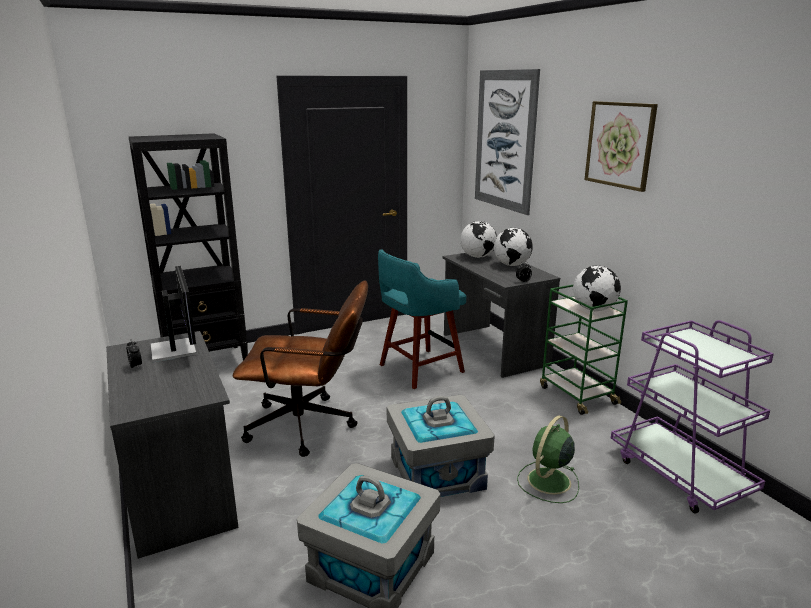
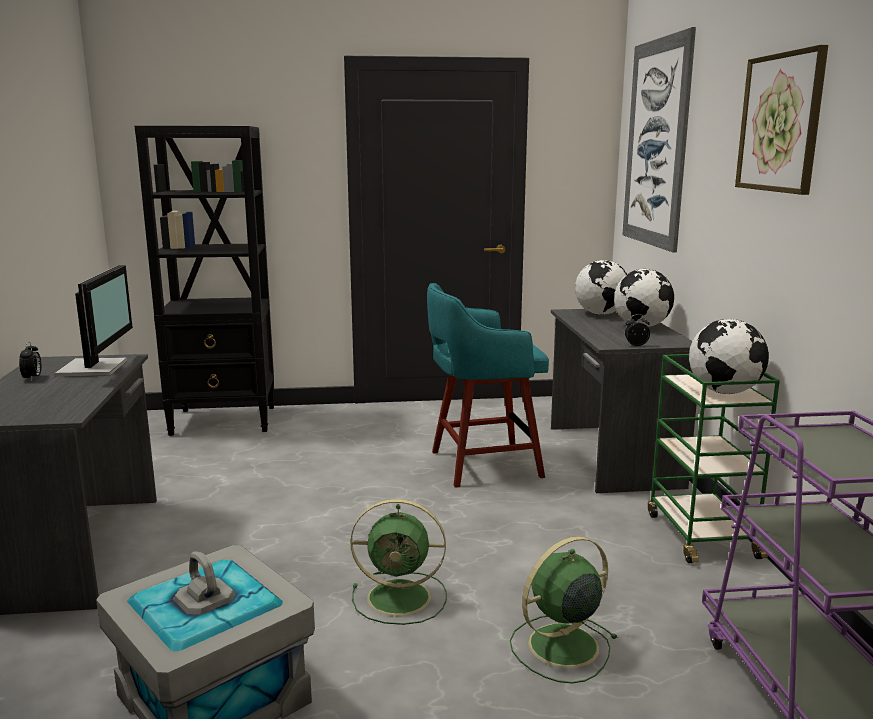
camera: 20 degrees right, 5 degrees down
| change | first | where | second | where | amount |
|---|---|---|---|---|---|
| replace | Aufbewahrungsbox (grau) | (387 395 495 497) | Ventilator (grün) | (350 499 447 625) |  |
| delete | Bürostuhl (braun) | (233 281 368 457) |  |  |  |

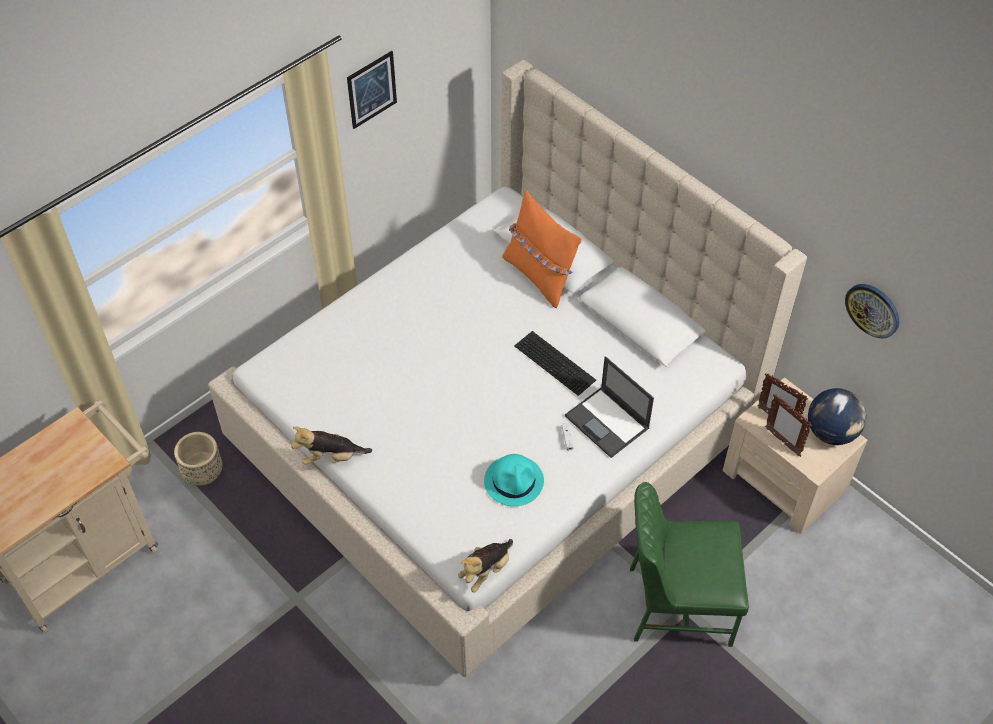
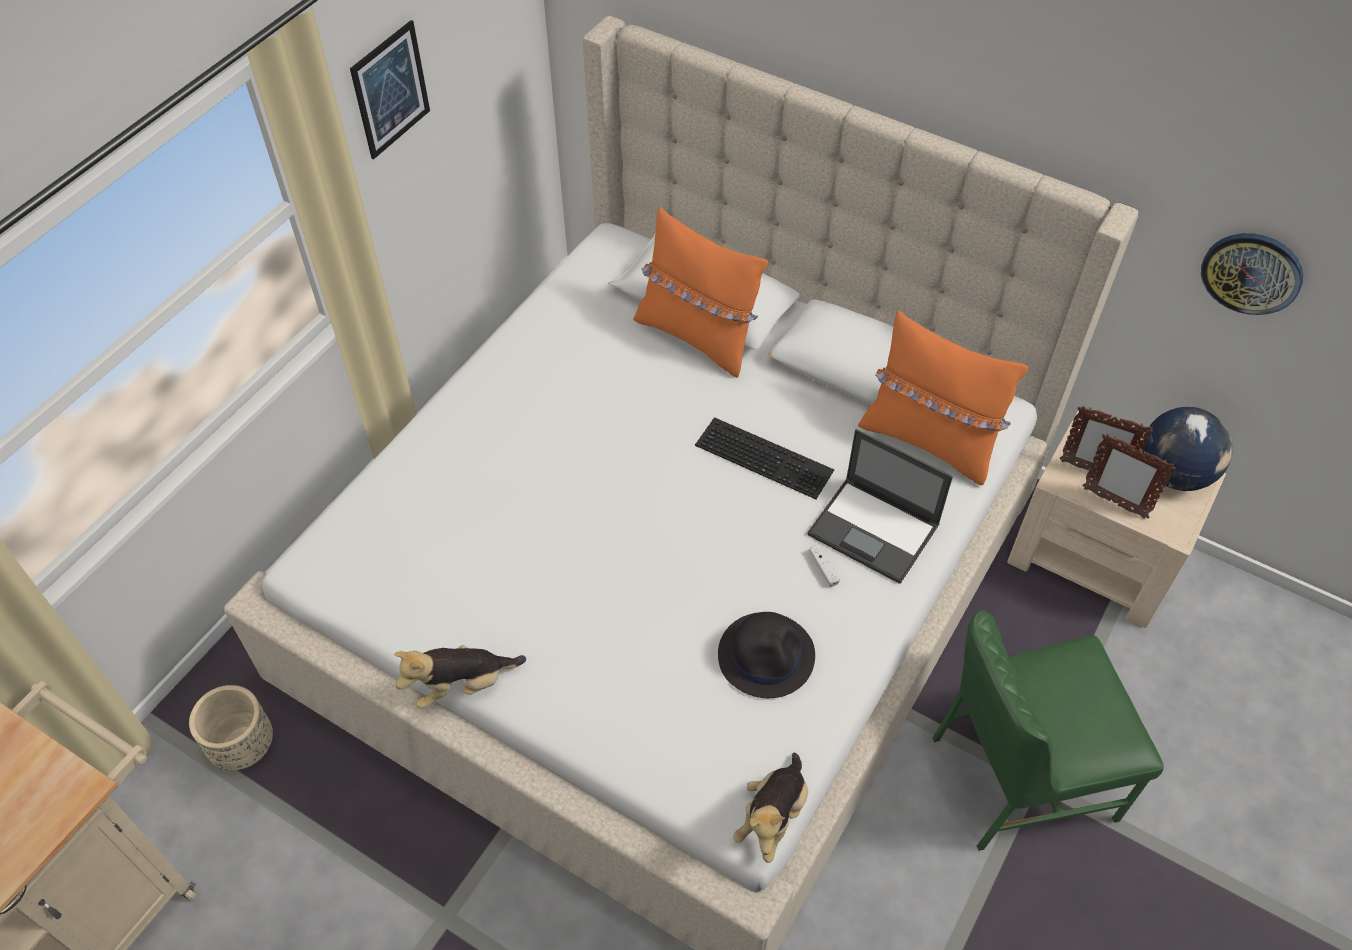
camera: 15 degrees left, 0 degrees up
| change | first | where | second | where | amount |
|---|---|---|---|---|---|
| recolor | Hut (türkis) | (484 454 544 506) | Hut (schwarz) | (718 612 815 698) |  |
| insert |  |  | Kissen (orange) | (858 310 1028 485) |  |

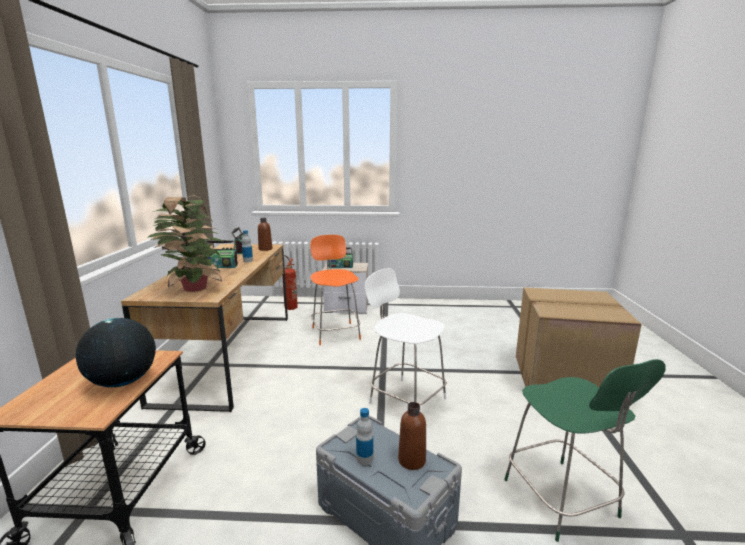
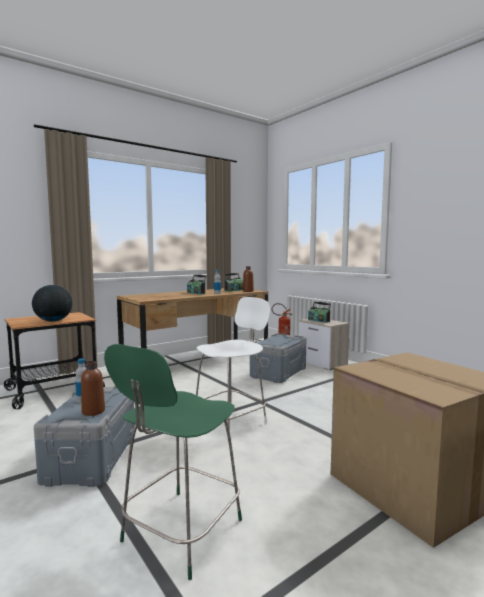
camera: 50 degrees right, 10 degrees down
| change | first | where | second | where | amount |
|---|---|---|---|---|---|
| rotate | Stuhl (weiß) | (365 268 447 405) |  | (196 297 271 441) | 45 degrees clockwise |
| replace | Stuhl (orange) | (310 235 361 345) | Aufbewahrungsbox (grau) | (250 333 306 383) |  |
| delete | Topfpflanze | (147 195 224 292) |  |  |  |

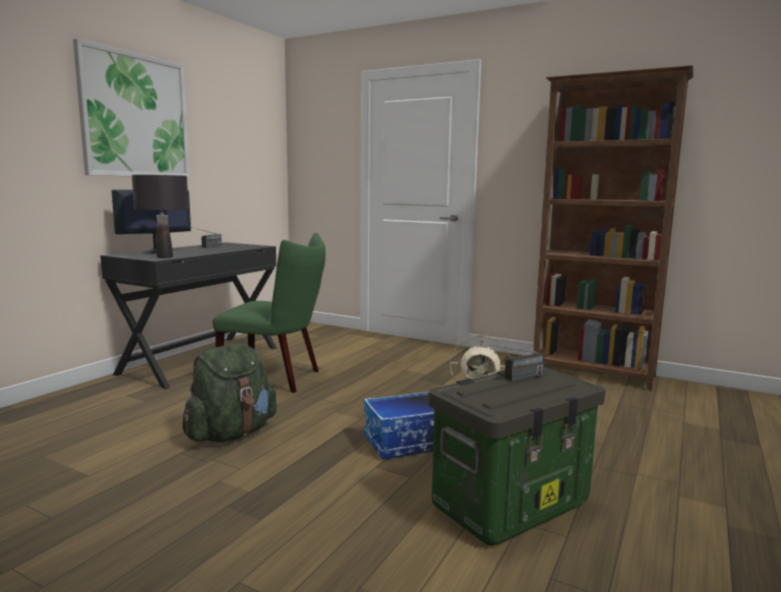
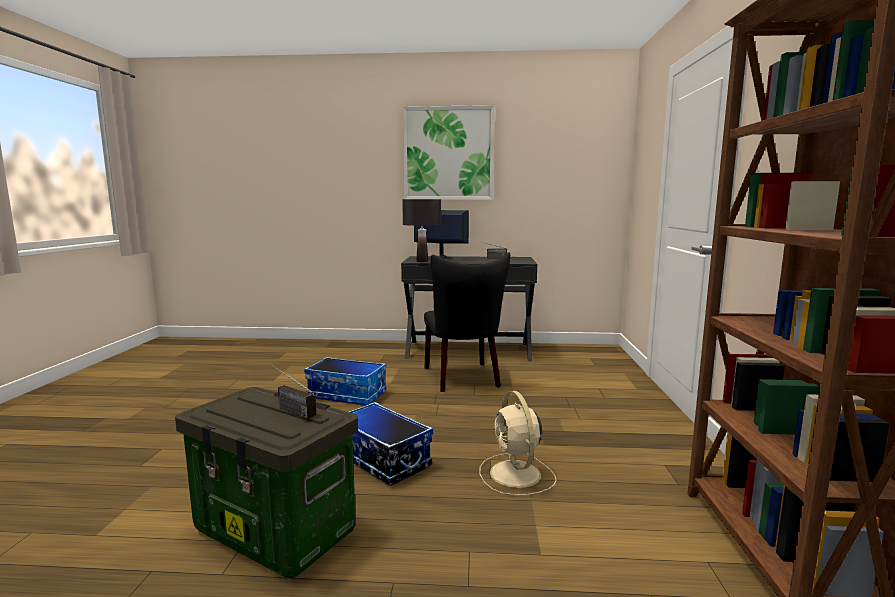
camera: 65 degrees right, 0 degrees up
| change | first | where | second | where | amount |
|---|---|---|---|---|---|
| replace | Rucksack (grün) | (182 344 277 442) | Aufbewahrungsbox | (304 357 386 406) |  |
| recolor | Stuhl (grün) | (213 233 326 393) | Stuhl (schwarz) | (424 252 510 392) |  |

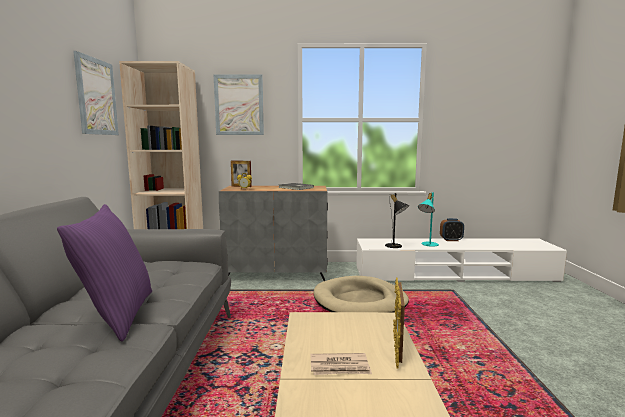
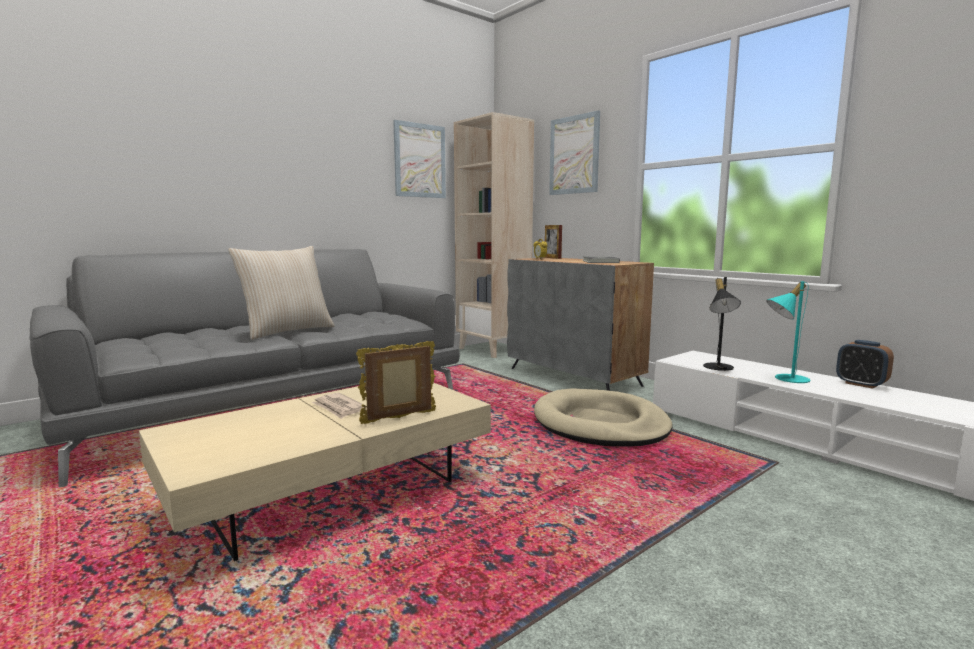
camera: 50 degrees right, 0 degrees up
| change | first | where | second | where | amount |
|---|---|---|---|---|---|
| recolor | Kissen (lila) | (57 204 152 342) | Kissen (beige) | (228 246 335 340) |  |

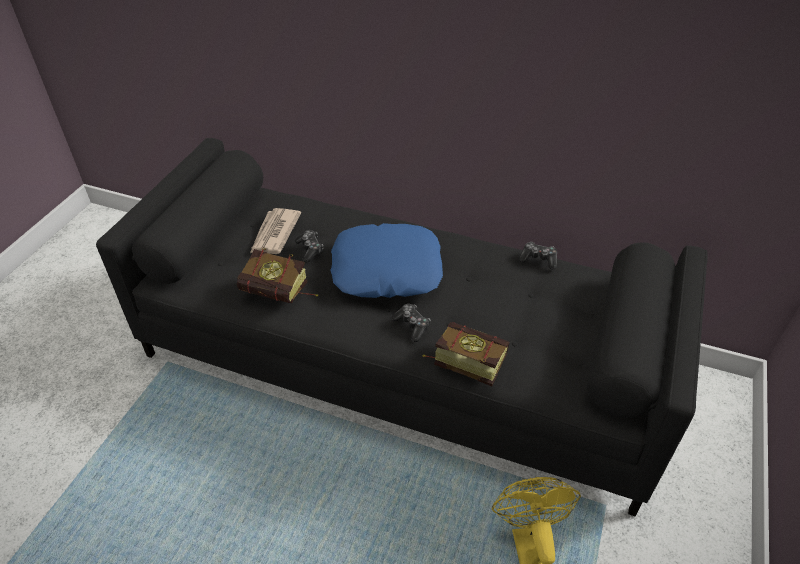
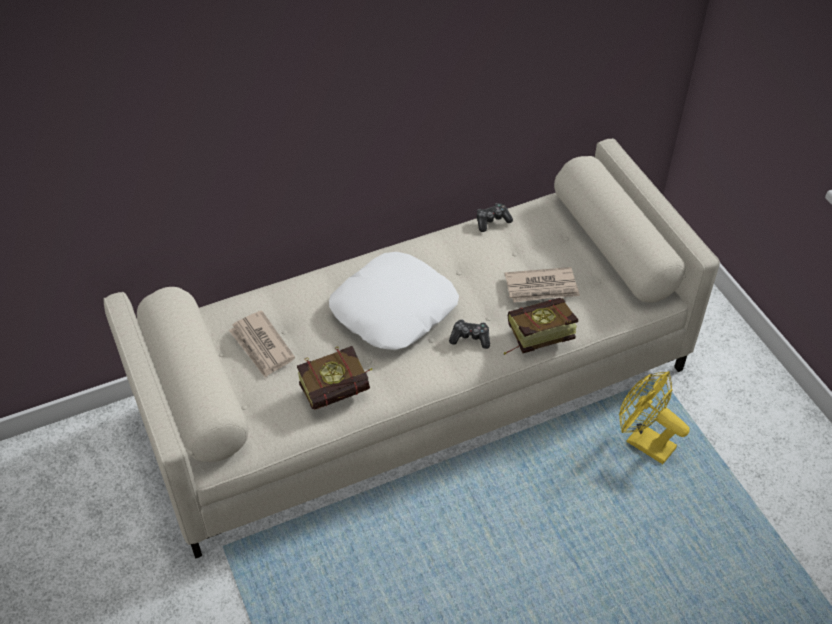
camera: 45 degrees left, 5 degrees up
| change | first | where | second | where | amount |
|---|---|---|---|---|---|
| recolor | Sofa (schwarz) | (96 138 708 516) | Sofa (beige) | (104 138 720 558) |  |
| recolor | Kissen (blau) | (330 223 443 298) | Kissen (weiß) | (329 252 459 350) |  |
| insert |  |  | Zeitung | (505 267 580 303) |  |
| delete | Gamepad | (295 230 323 262) |  |  |  |

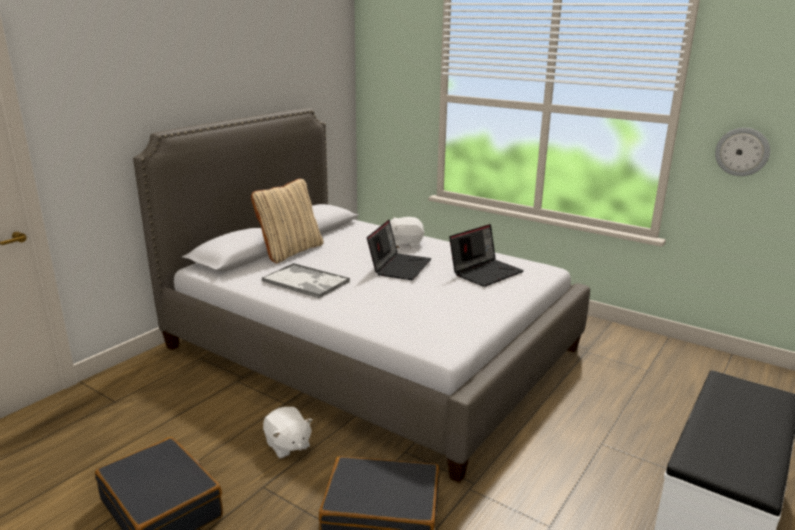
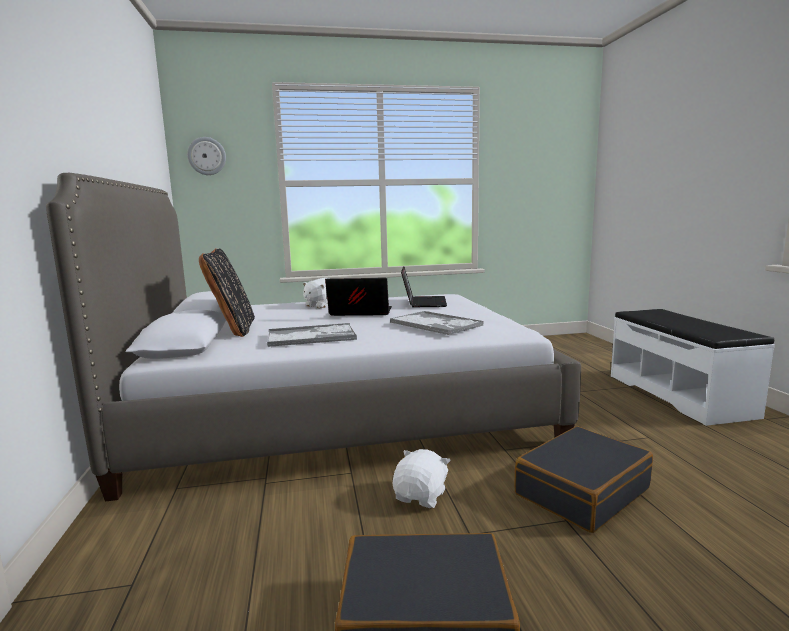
camera: 45 degrees left, 10 degrees down
| change | first | where | second | where | amount |
|---|---|---|---|---|---|
| move | Wanduhr | (715 128 770 176) |  | (187 137 226 175) |  |
| recolor | Kissen (beige) | (251 178 324 263) | Kissen (schwarz) | (199 248 255 337) |  |
| rotate | Laptop | (367 220 431 280) |  | (325 278 392 316) | 60 degrees counterclockwise |
| insert |  |  | Tablett | (390 311 484 335) |  |
| rotate | Plüschtier (weiß) | (263 407 313 459) |  | (393 449 451 508) | 75 degrees counterclockwise |

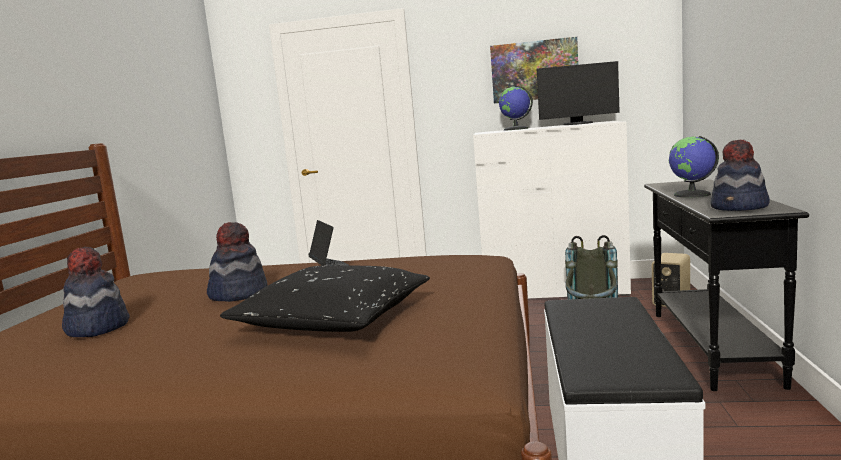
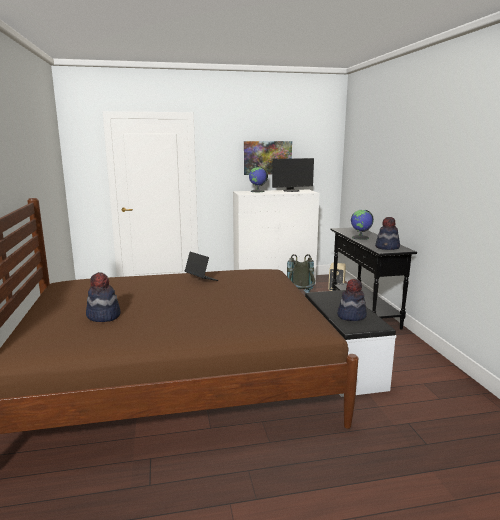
camera: 20 degrees left, 5 degrees up
| change | first | where | second | where | amount |
|---|---|---|---|---|---|
| move | Hut | (207 222 268 302) |  | (337 279 367 321) |  |
| delete | Kissen (schwarz) | (220 265 430 332) |  |  |  |

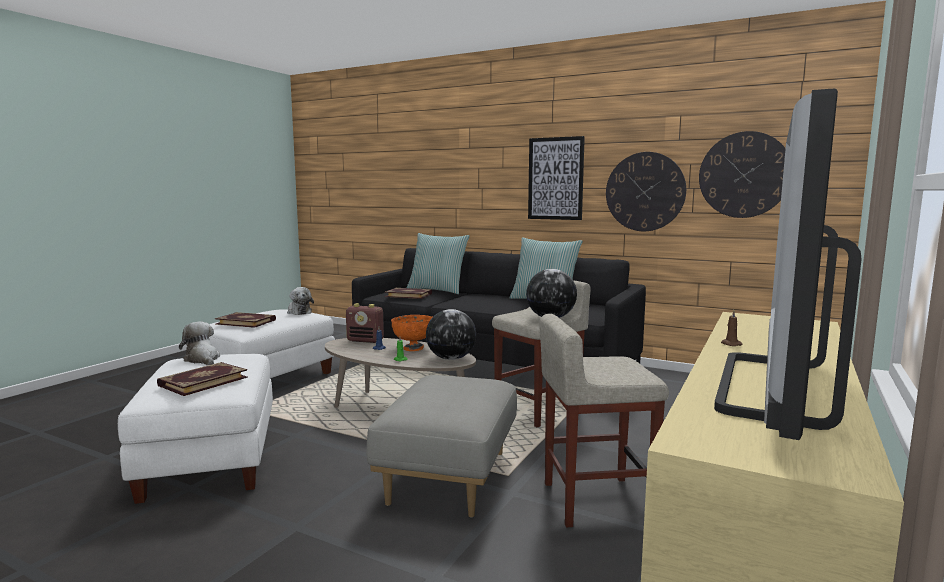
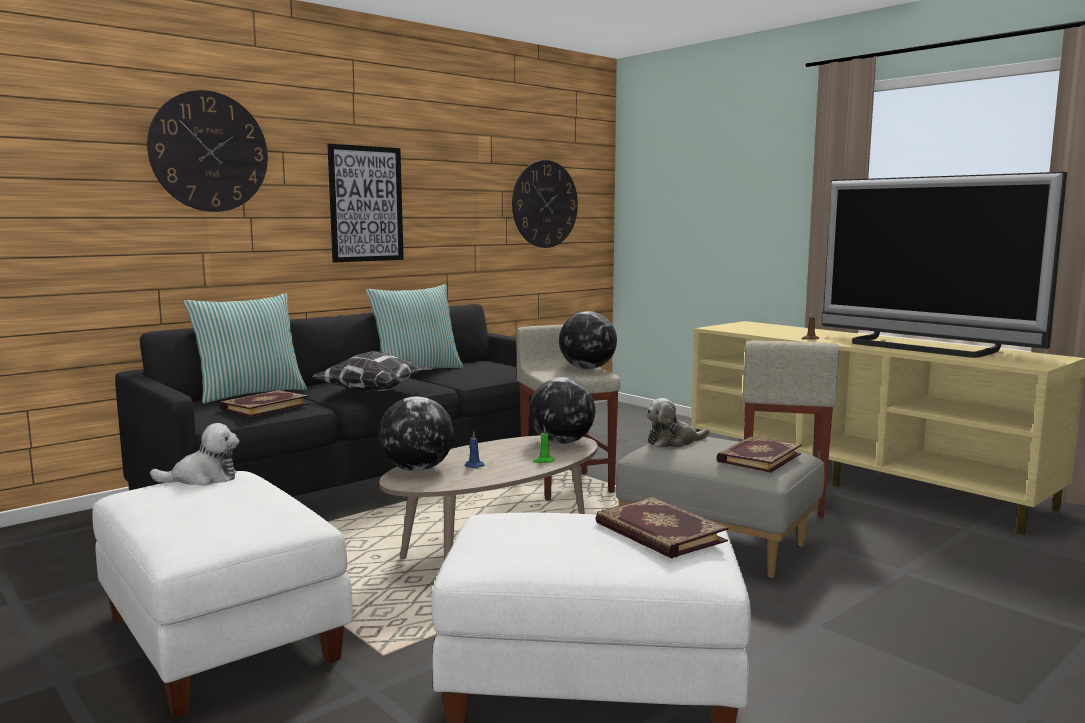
camera: 70 degrees left, 0 degrees up
| change | first | where | second | where | amount |
|---|---|---|---|---|---|
| move | Wanduhr | (606 152 686 231) |  | (147 90 268 212) |  |
| insert |  |  | Kissen | (312 351 435 393) |  |
| replace | Radio | (346 303 384 343) | Globus | (378 396 454 471) |  |
| move | Plüschtier | (179 321 220 365) |  | (646 398 710 448) |  |
| move | Buch | (215 312 276 328) |  | (716 436 802 473) |  |
| delete | Schüssel (orange) | (391 315 432 351) |  |  |  |

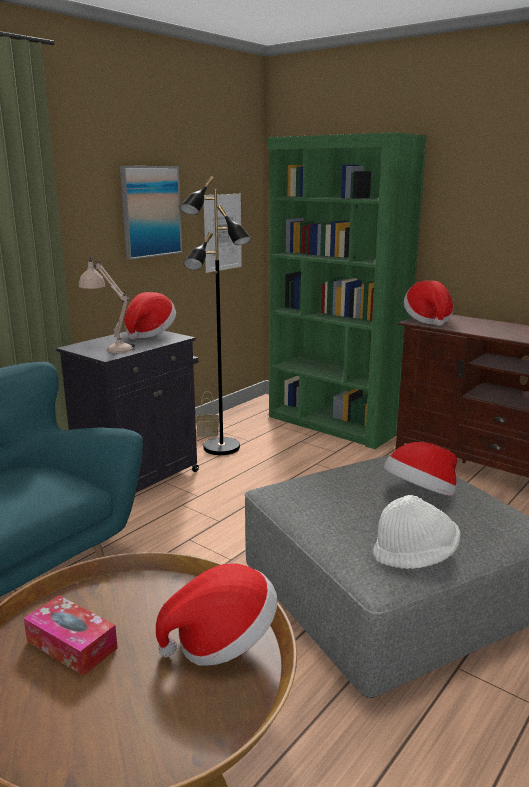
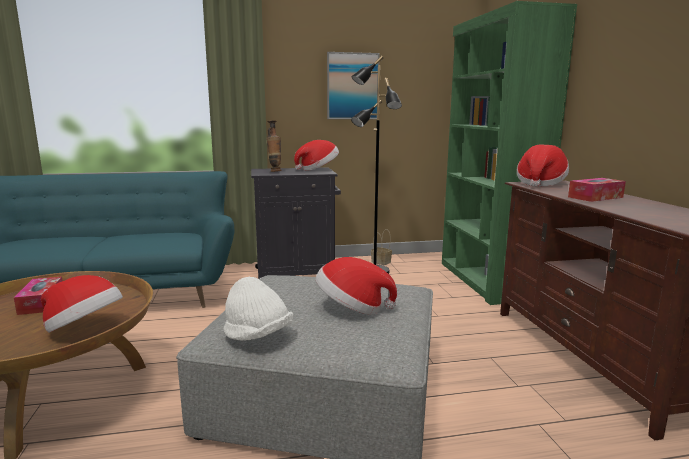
camera: 40 degrees right, 5 degrees down
| change | first | where | second | where | amount |
|---|---|---|---|---|---|
| replace | Tischlampe (beige) | (79 256 136 353) | Vase | (266 120 281 172) |  |
| insert |  |  | Taschentuchbox | (568 178 626 202) |  |
| delete | Bild | (204 194 242 273) |  |  |  |

